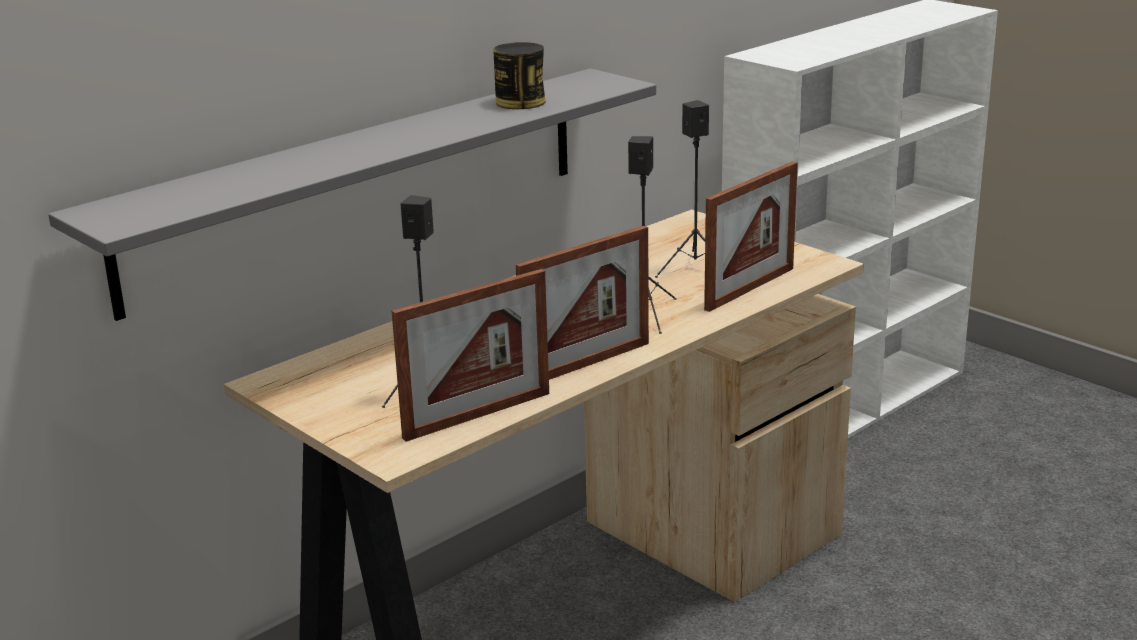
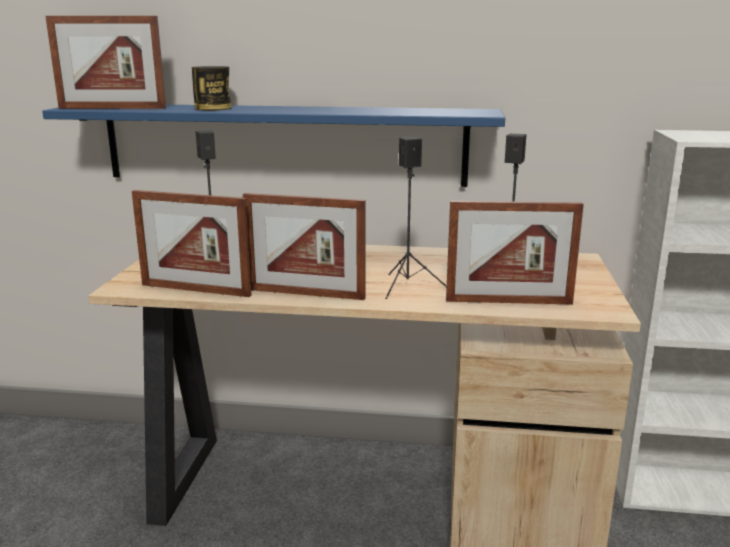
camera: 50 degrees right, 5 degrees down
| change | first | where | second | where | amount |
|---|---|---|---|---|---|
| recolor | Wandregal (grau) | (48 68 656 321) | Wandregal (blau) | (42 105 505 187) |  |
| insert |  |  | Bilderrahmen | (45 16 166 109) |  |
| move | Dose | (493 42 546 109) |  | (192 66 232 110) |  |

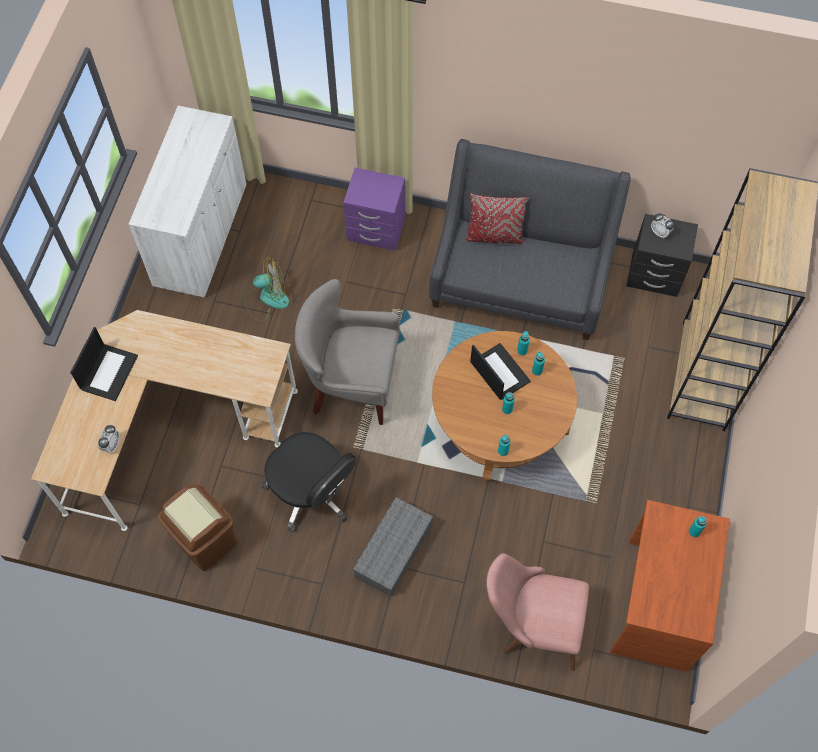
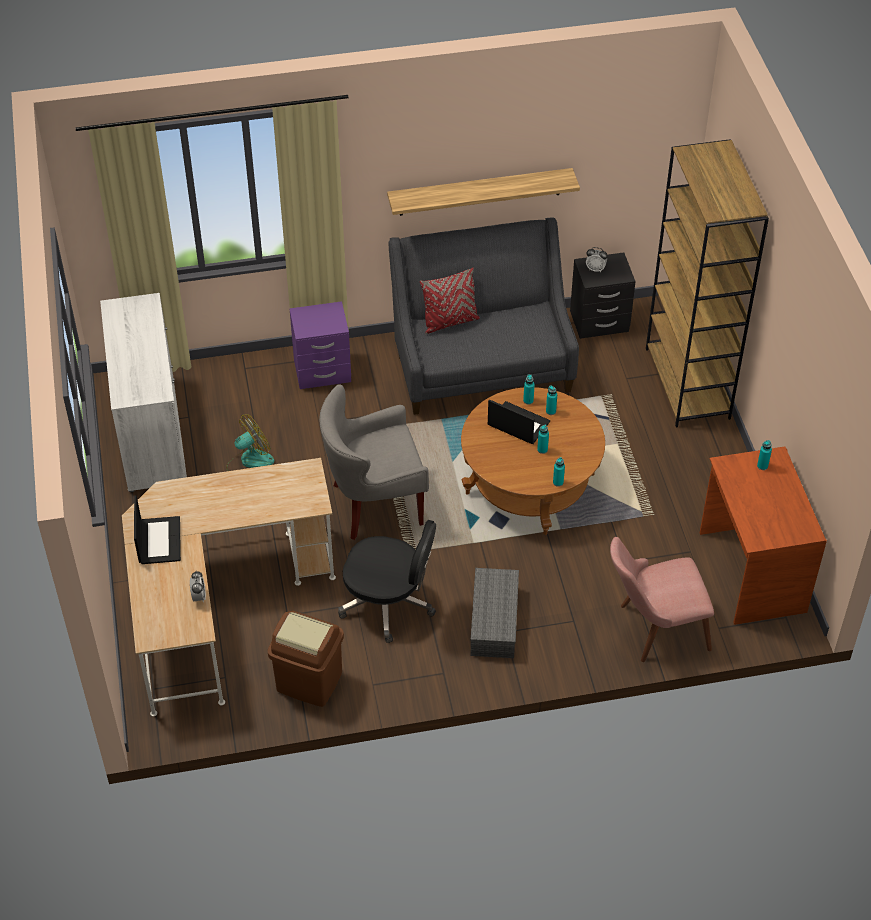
camera: 25 degrees left, 15 degrees down
| change | first | where | second | where | amount |
|---|---|---|---|---|---|
| insert |  |  | Wandregal | (387 168 580 216) |  |

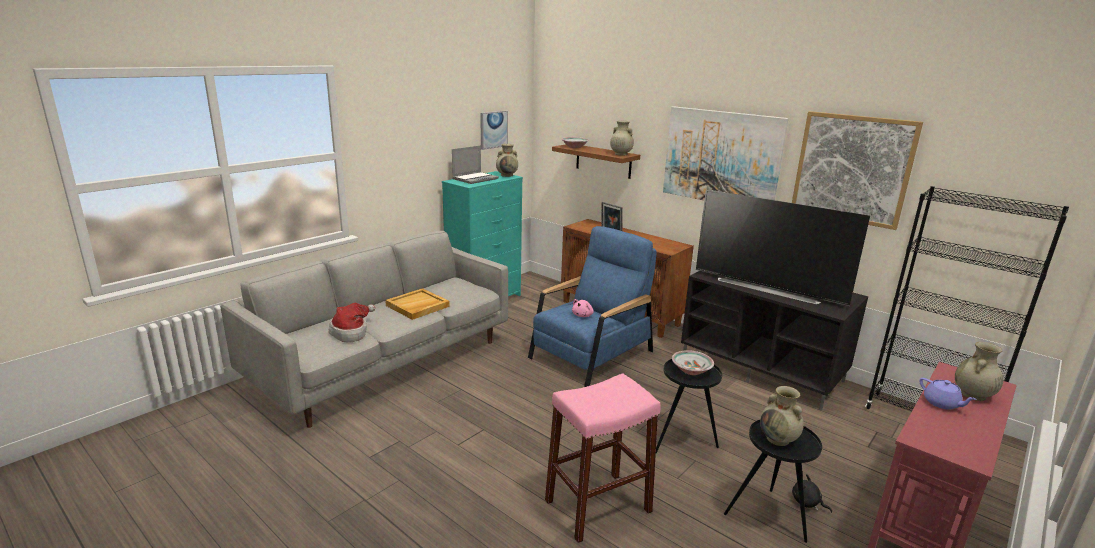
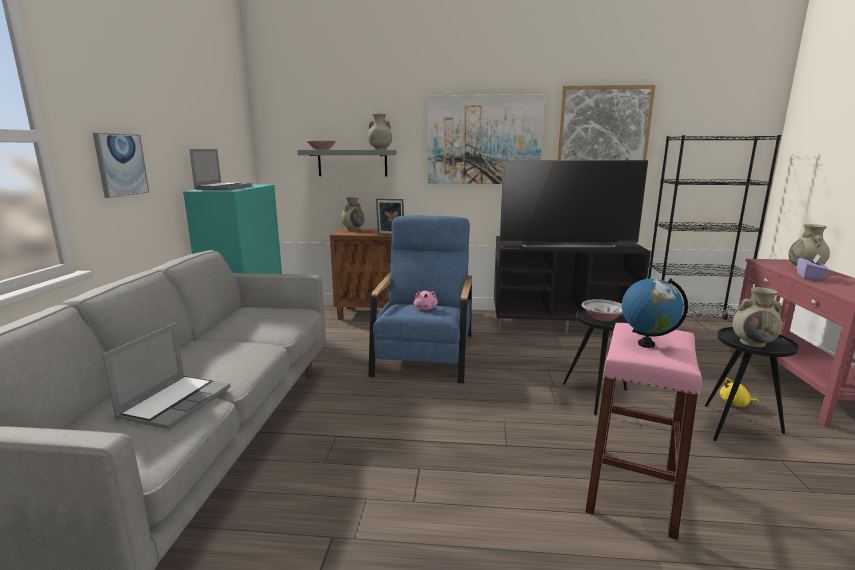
camera: 35 degrees left, 5 degrees down
| change | first | where | second | where | amount |
|---|---|---|---|---|---|
| move | Bild | (480 111 508 150) |  | (93 133 149 198) |  |
| replace | Hut | (329 303 375 342) | Laptop | (102 323 230 429) |  |
| recolor | Wandregal (braun) | (552 144 640 179) | Wandregal (grau) | (297 150 396 177) |  |
| move | Vase (beige) | (496 144 518 177) |  | (341 197 365 231) |  |
| insert |  |  | Globus | (622 278 688 348) |  |
| recolor | Plüschtier (schwarz) | (792 474 832 513) | Plüschtier (gelb) | (720 378 759 407) |  |
| replace | Teekanne (lila) | (919 378 977 410) | Taschentuchbox (lila) | (797 254 829 281) |  |
| delete | Tablett (beige) | (385 288 450 320) |  |  |  |

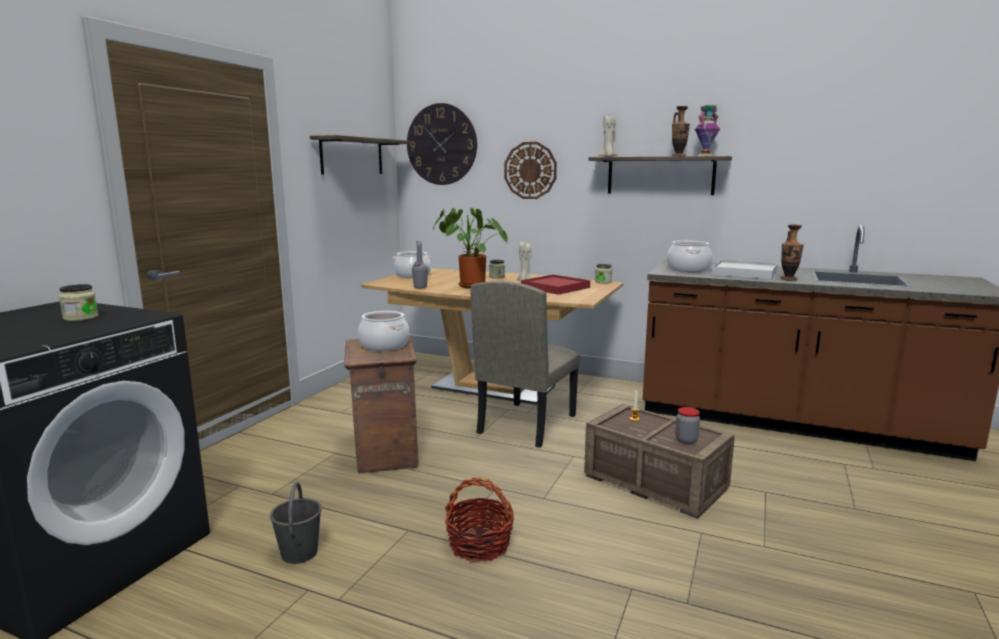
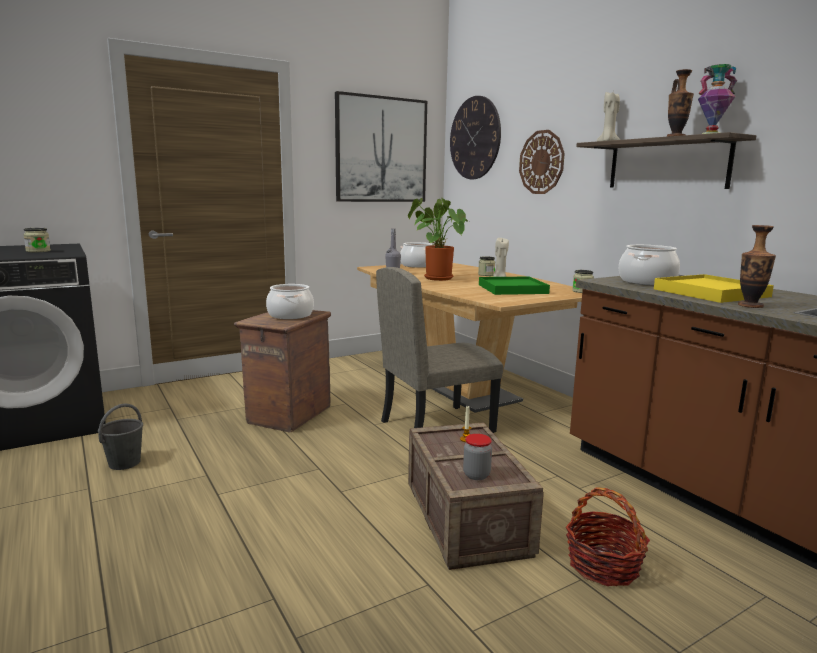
camera: 35 degrees right, 0 degrees up
| change | first | where | second | where | amount |
|---|---|---|---|---|---|
| replace | Wandregal | (310 135 411 174) | Bild | (335 91 427 202) |  |
| recolor | Tablett (rot) | (521 275 590 295) | Tablett (grün) | (479 277 550 295) |  |
| move | Korb | (445 478 514 562) |  | (566 487 650 586) |  |
| recolor | Tablett (weiß) | (712 260 777 279) | Tablett (gelb) | (654 274 774 303) |  |

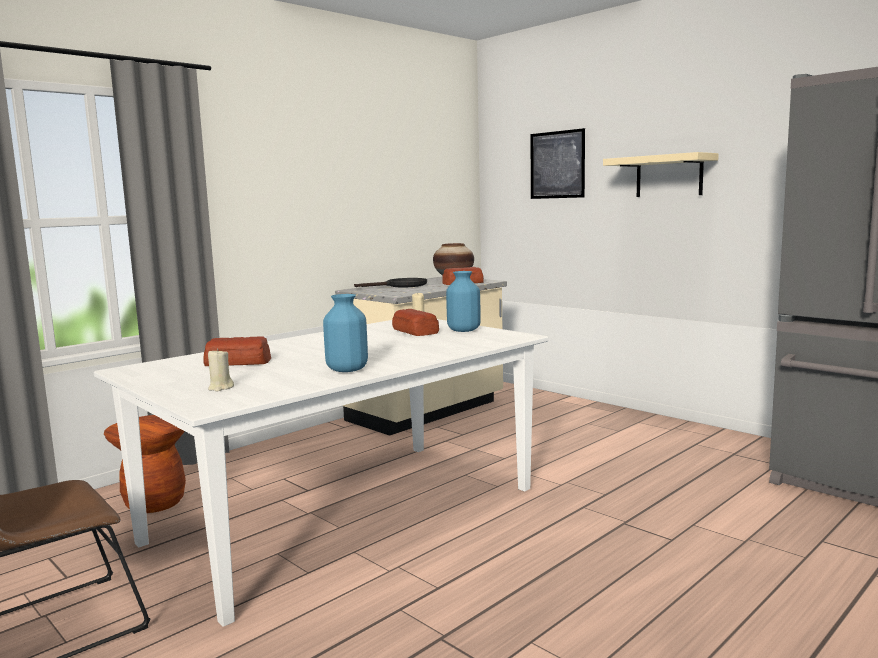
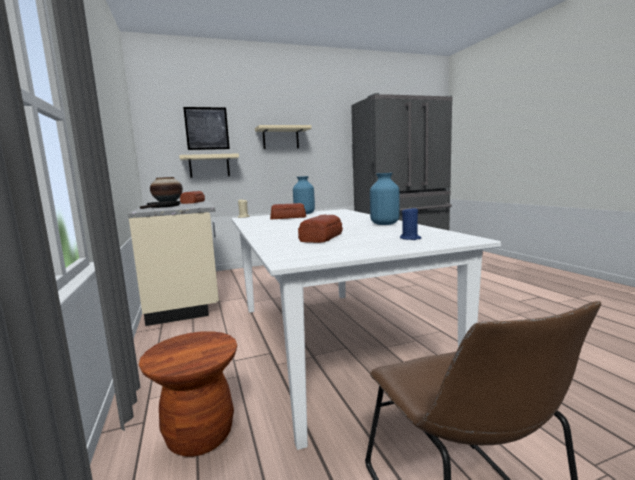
camera: 65 degrees left, 0 degrees up
| change | first | where | second | where | amount |
|---|---|---|---|---|---|
| insert |  |  | Wandregal (beige) | (179 153 239 178) |  |
| recolor | Kerze (beige) | (208 348 234 392) | Kerze (blau) | (400 208 421 240) |  |

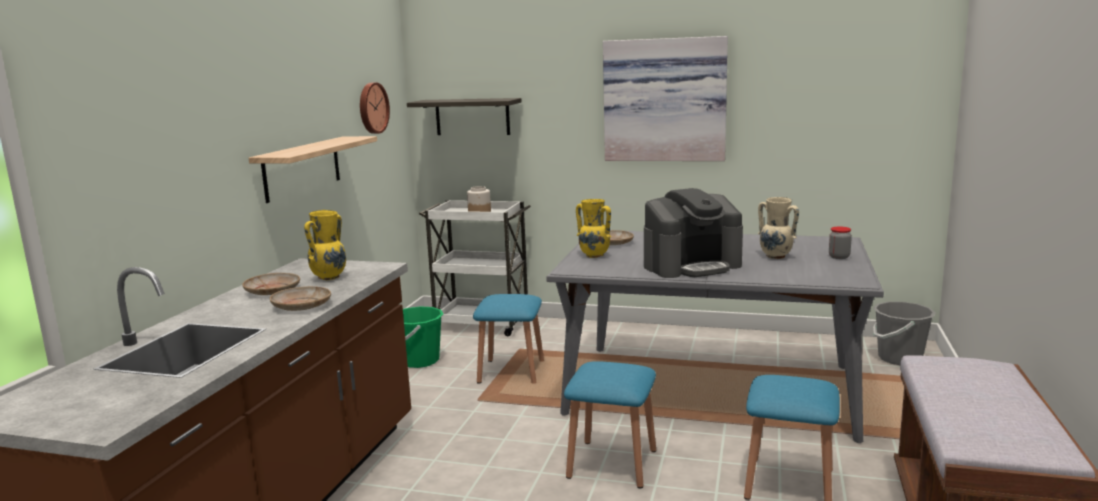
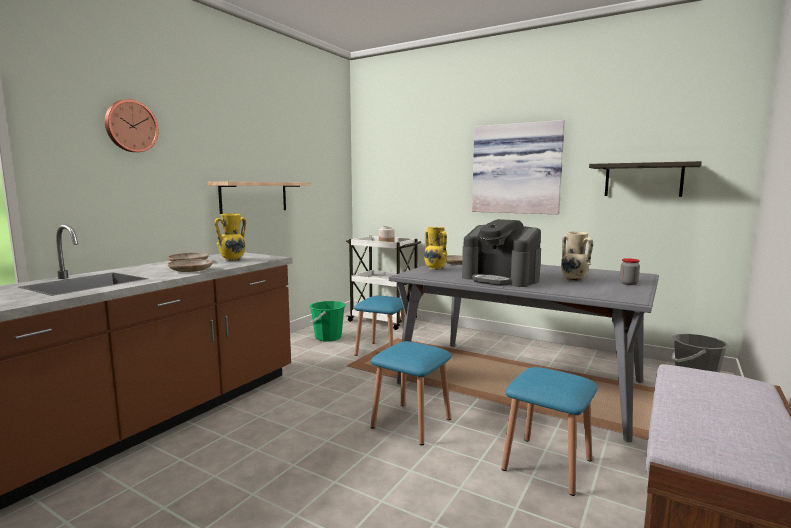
camera: 15 degrees right, 5 degrees down
| change | first | where | second | where | amount |
|---|---|---|---|---|---|
| move | Wanduhr | (360 82 390 134) |  | (105 99 158 152) |  |
| rotate | Kaffeemaschine | (644 188 743 278) |  | (462 219 541 287) | 45 degrees clockwise |
| move | Wandregal | (407 98 522 135) |  | (589 161 702 197) |  |

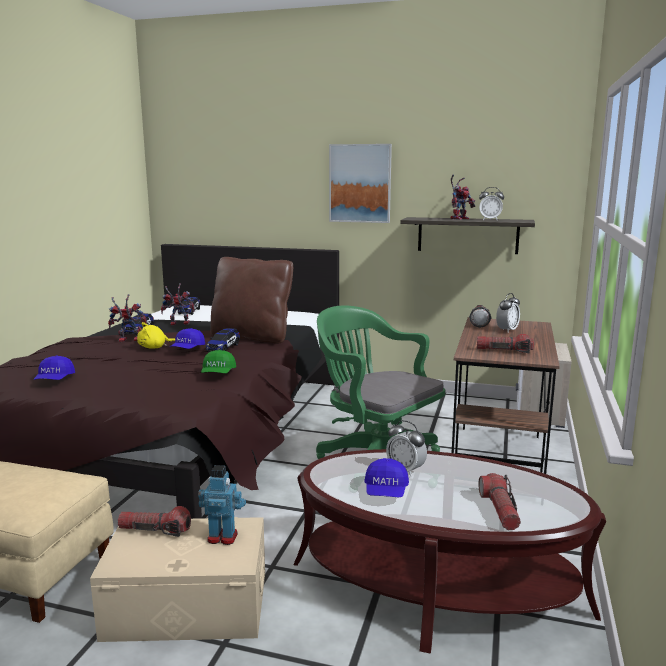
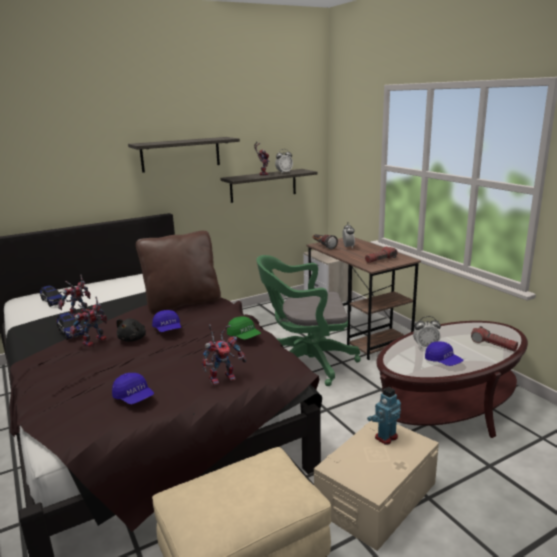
camera: 45 degrees left, 5 degrees up
| change | first | where | second | where | amount |
|---|---|---|---|---|---|
| recolor | Plüschtier (gelb) | (137 322 175 349) | Plüschtier (schwarz) | (117 319 146 342) |  |
| replace | Bild | (329 144 392 223) | Wandregal | (128 137 240 173) |  |
| insert |  |  | Spielzeugroboter | (202 325 246 386) |  |
| delete | Taschenlampe | (118 506 191 537) |  |  |  |
| delete | Spielzeugauto | (206 328 240 352) |  |  |  |

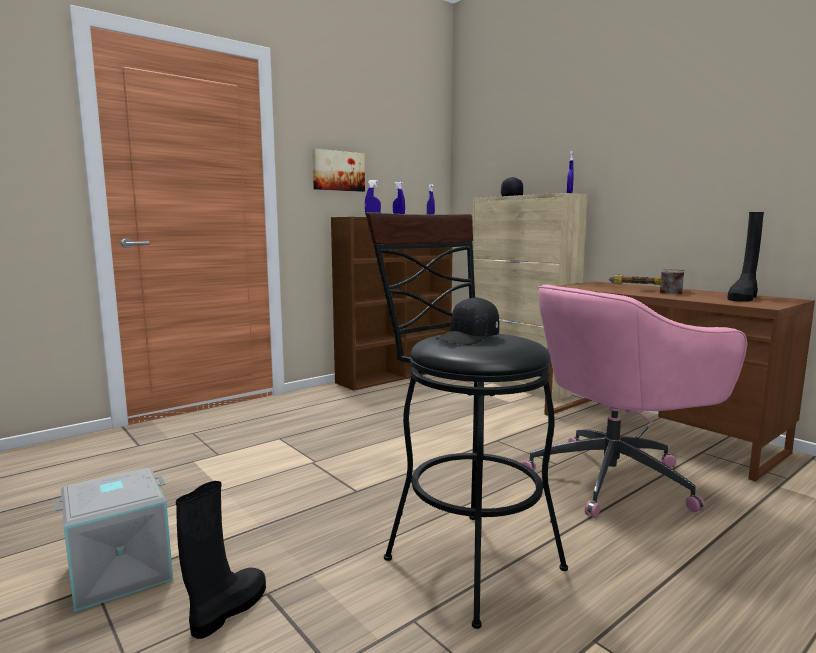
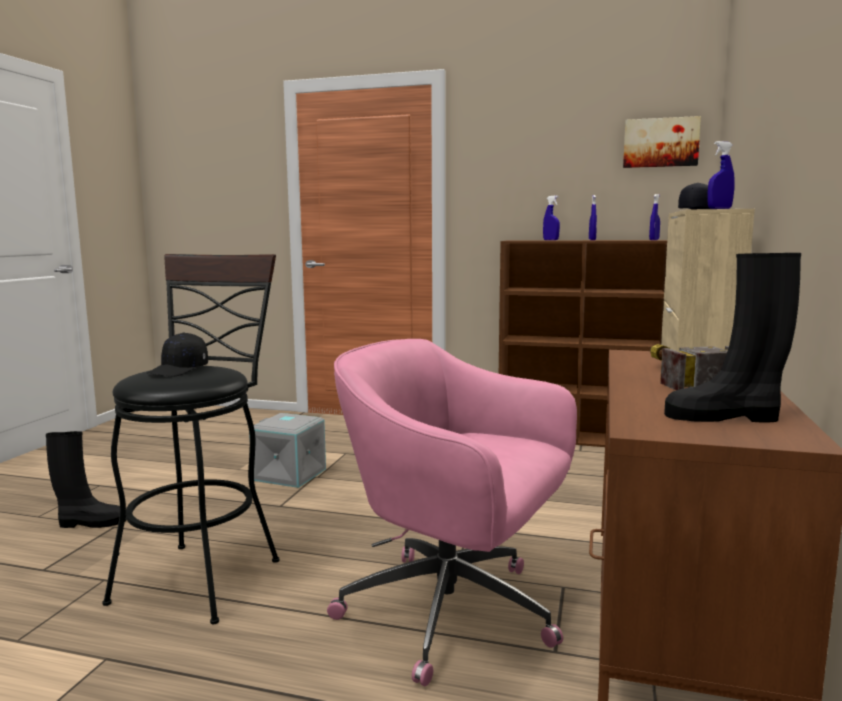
camera: 55 degrees right, 0 degrees up
| change | first | where | second | where | amount |
|---|---|---|---|---|---|
| rotate | Kappe (schwarz) | (436 297 499 345) |  | (147 333 208 376) | 75 degrees counterclockwise |
| move | Aufbewahrungsbox (grau) | (54 468 173 612) |  | (249 413 326 488) |  |
| move | Bild | (312 149 365 192) |  | (623 116 701 168) |  |

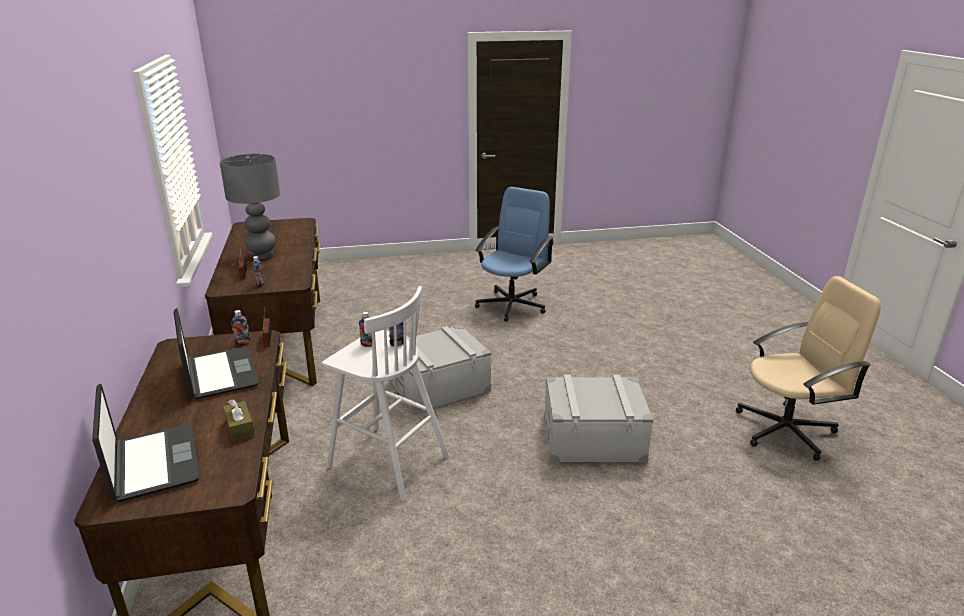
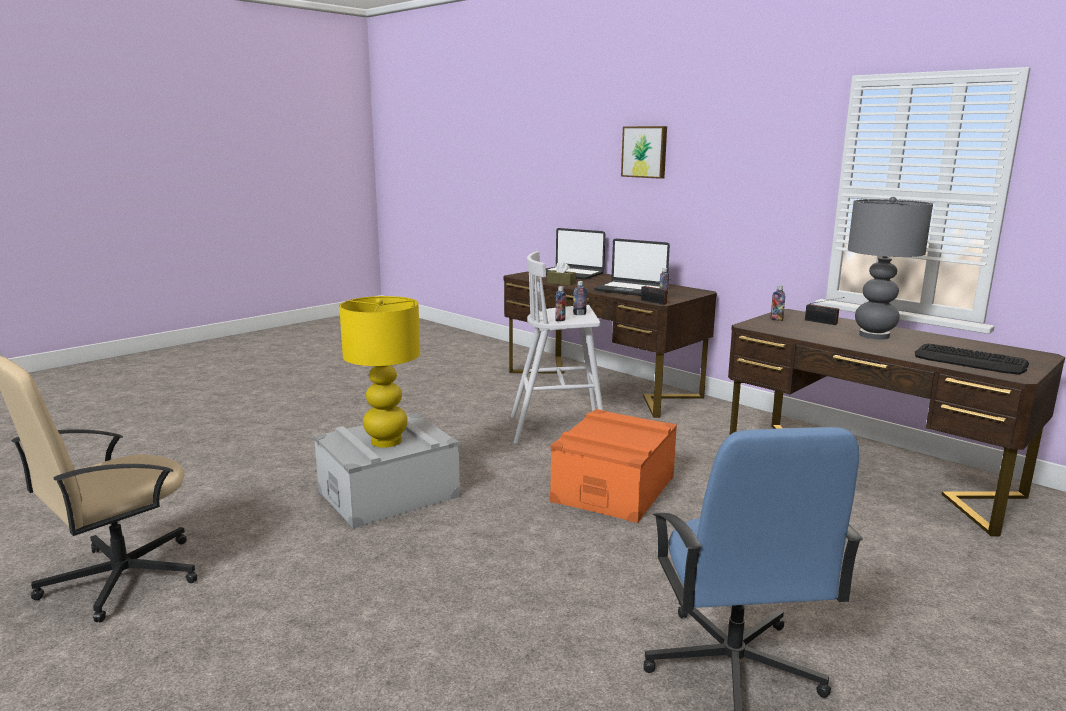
camera: 145 degrees right, 10 degrees down
| change | first | where | second | where | amount |
|---|---|---|---|---|---|
| insert |  |  | Tischlampe (gelb) | (339 296 420 448) |  |
| recolor | Aufbewahrungsbox (grau) | (389 325 491 414) | Aufbewahrungsbox (orange) | (550 409 677 523) |  |
| insert |  |  | Bild | (621 126 667 179) |  |
| insert |  |  | Tastatur | (915 344 1029 375) |  |

